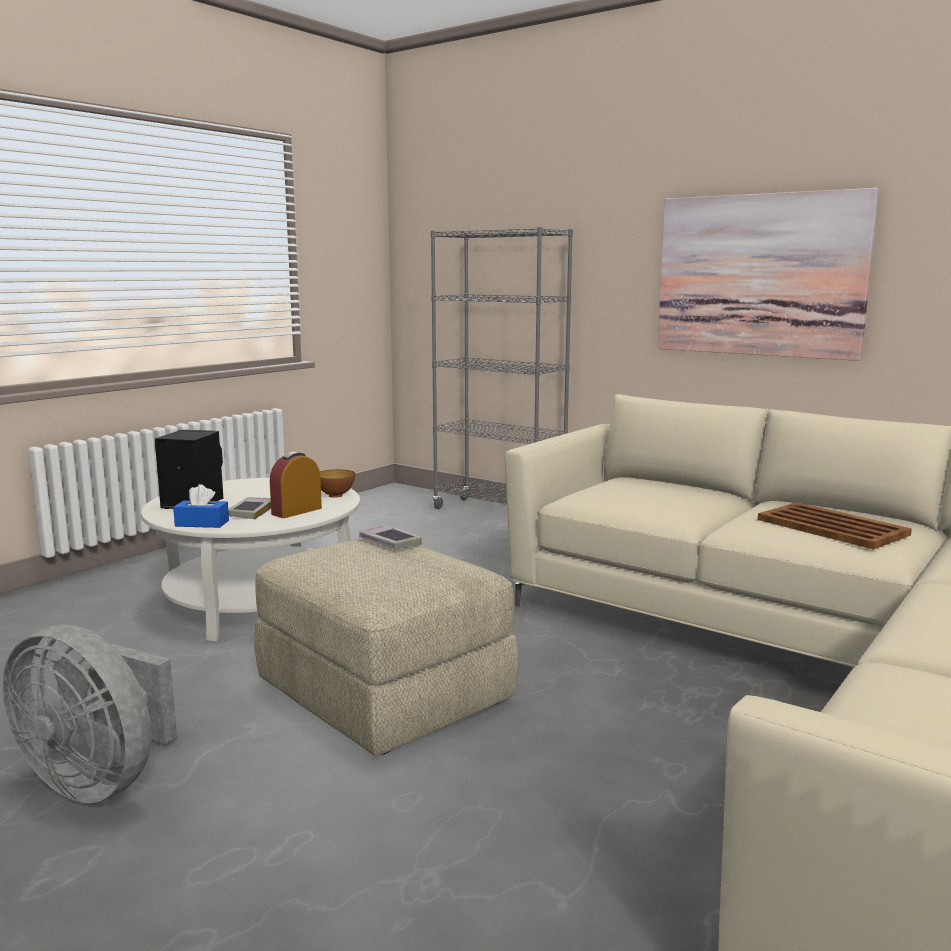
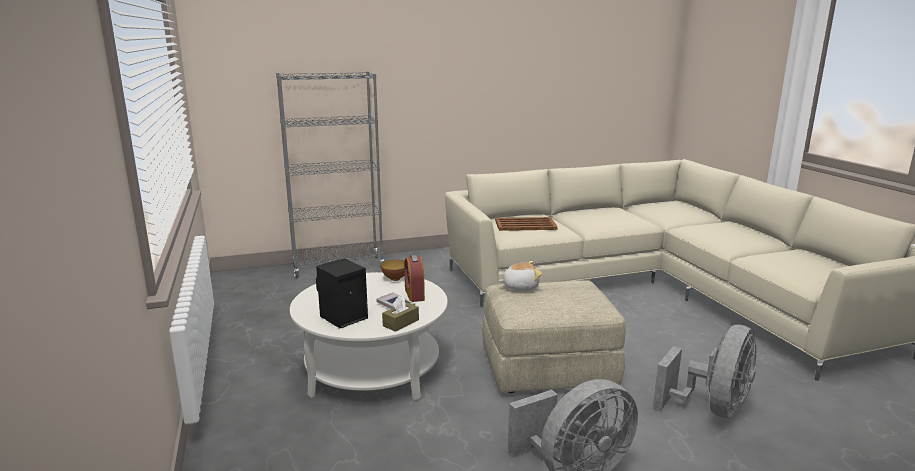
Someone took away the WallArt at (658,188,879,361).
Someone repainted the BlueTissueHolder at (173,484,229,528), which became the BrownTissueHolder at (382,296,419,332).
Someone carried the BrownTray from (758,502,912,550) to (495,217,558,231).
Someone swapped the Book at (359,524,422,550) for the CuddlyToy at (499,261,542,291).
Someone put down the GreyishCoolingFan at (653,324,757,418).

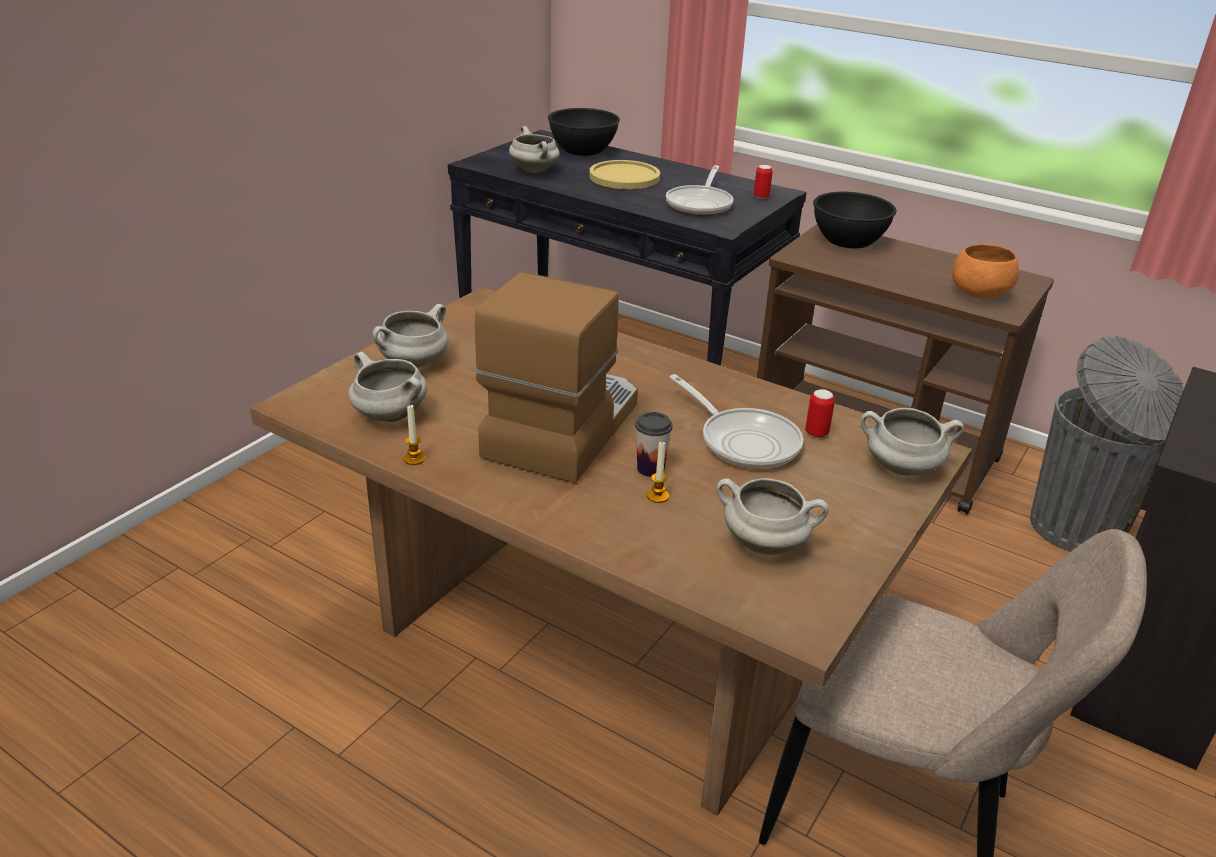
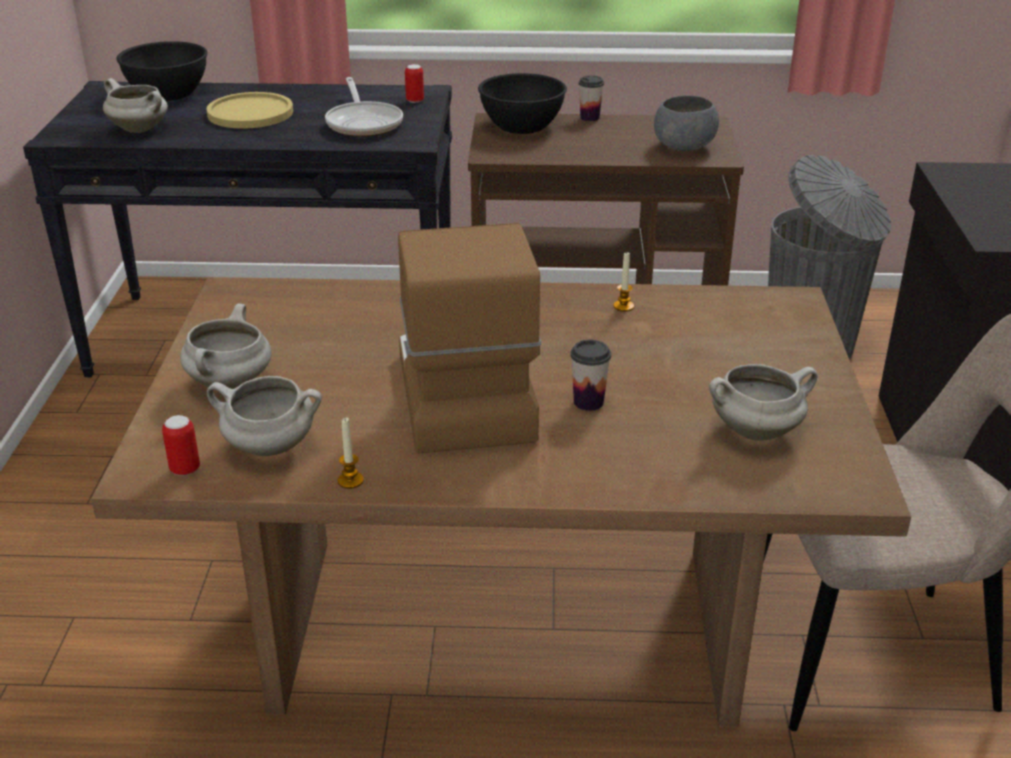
Someone repainted the OrangeyDeepDish at (952,244,1019,299), which became the GreyishDeepDish at (654,95,719,151).
Someone took away the FryingPan at (669,374,803,469).
Someone carried the MetalCan from (805,389,835,438) to (162,415,200,476).
Someone took away the WhiteColouredSaucepot at (861,408,964,476).
Someone carried the WaxLight from (647,442,669,503) to (613,252,634,312).
Someone put down the DrinkingCup at (579,75,604,121).

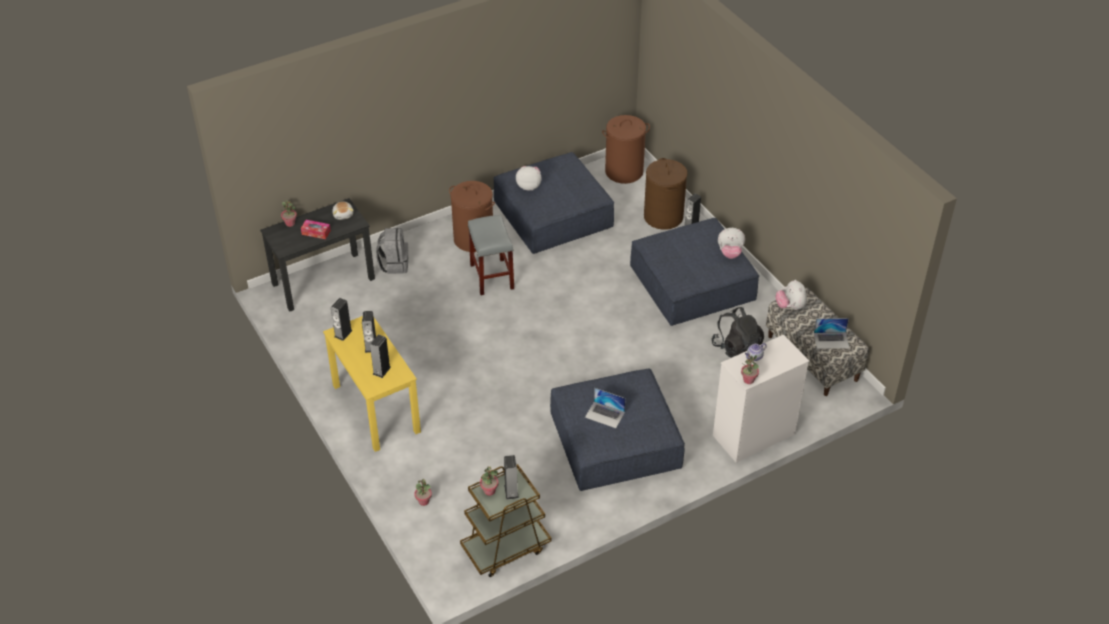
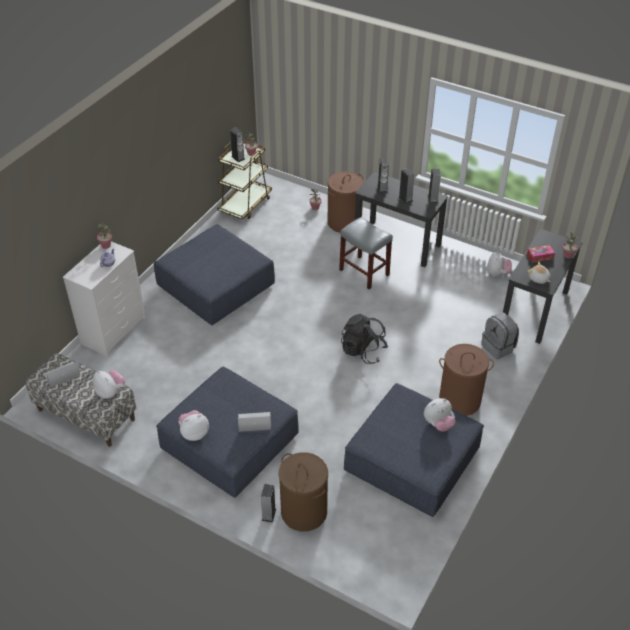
Someone carried the BrownLaundryBasket from (602,115,650,184) to (328,172,364,233).
Someone carried the GreyishStoolSeat from (468,215,514,295) to (339,217,393,289).
Someone carried the BlackishKnapsack from (712,307,764,358) to (341,314,388,364).
Someone repainted the YellowishDesk at (323,316,421,452), which became the BlackishDesk at (355,172,448,267).
Someone carried the NotebookComputer from (585,388,626,428) to (238,412,271,432).
Someone put down the CuddlyToy at (487,251,512,277).

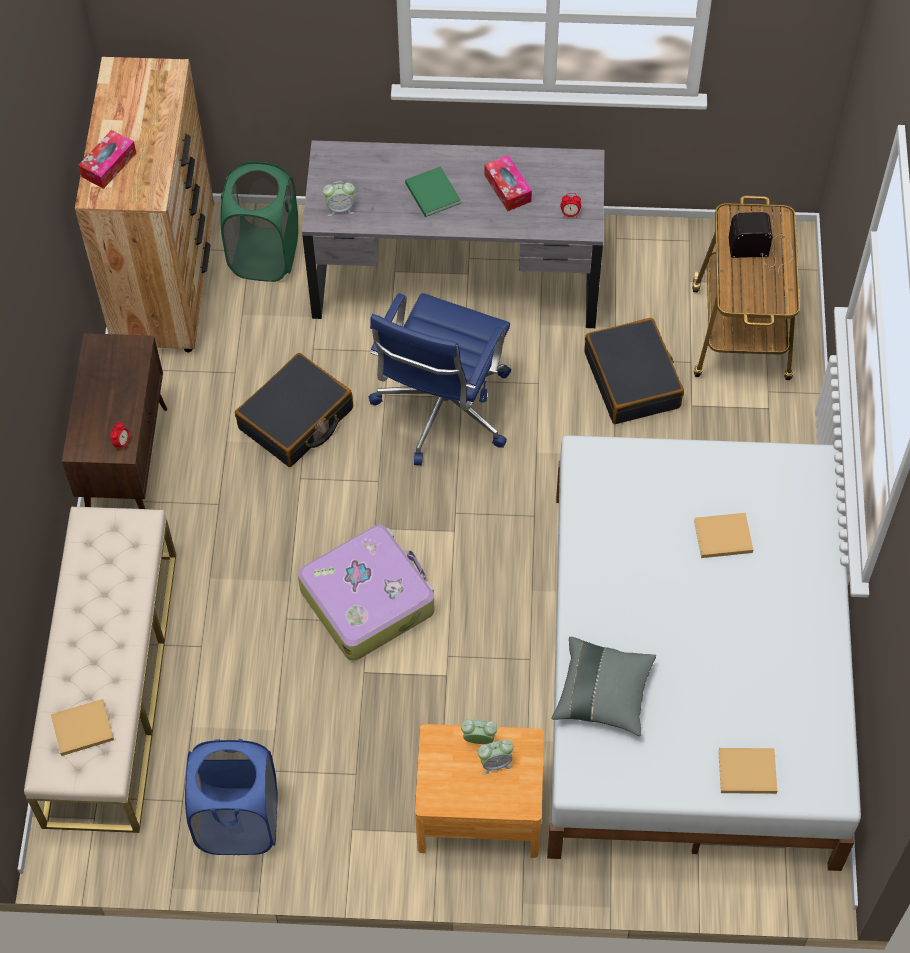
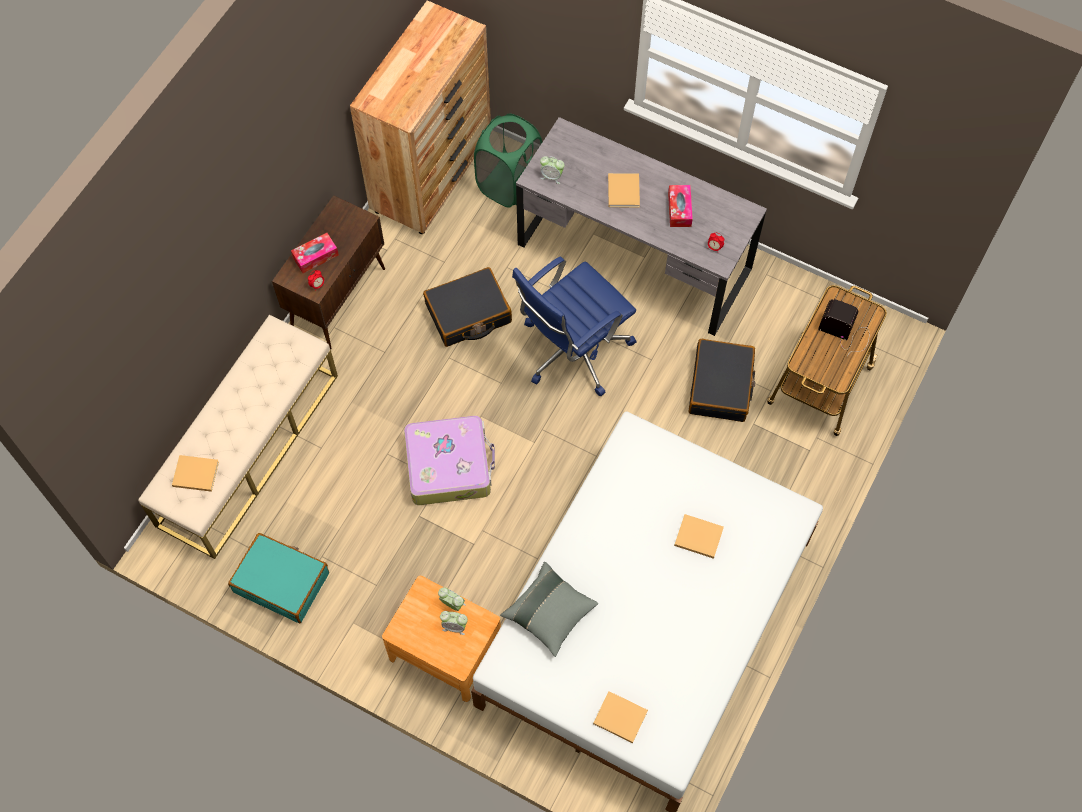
Someone carried the TissueHolder from (78,130,136,189) to (291,233,339,273).
Someone repainted the GreenBook at (405,166,461,217), which became the BeigeColouredBook at (608,173,640,207).
Someone swapped the BlueLaundryBasket at (185,739,277,855) for the TurquoiseTravelCase at (228,533,329,623).

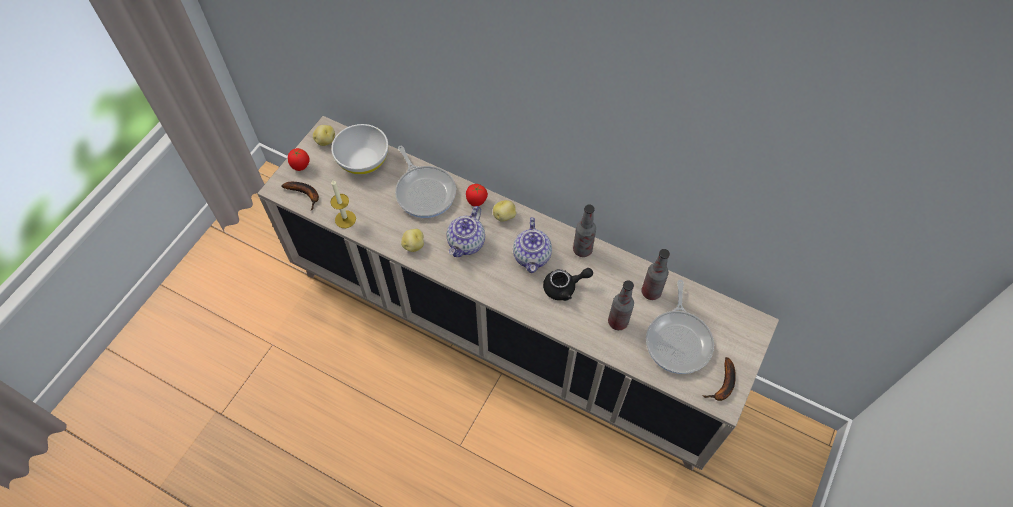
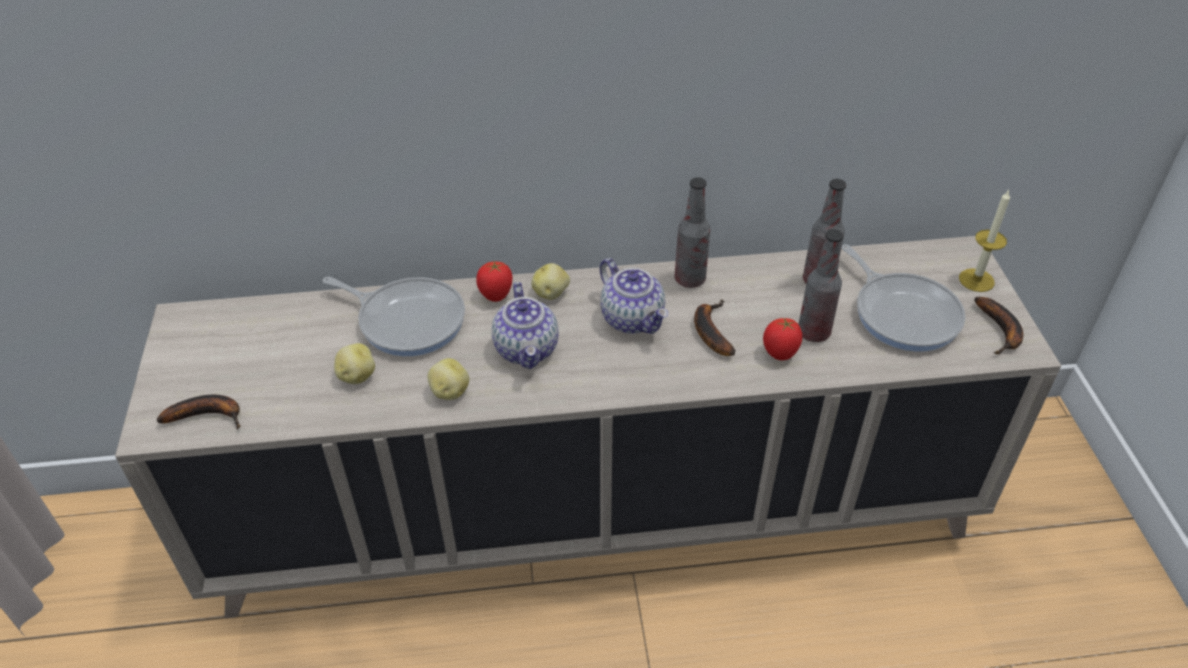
Someone took away the WhiteColouredDeepDish at (331,124,388,174).
Someone carried the Potato from (313,125,335,146) to (334,343,375,384).
Someone carried the FreshTomato from (288,148,310,171) to (763,318,802,360).
Someone carried the WaxLight from (330,179,356,228) to (959,190,1010,292).
Someone swapped the BlackishTeaPot at (543,268,593,301) for the Banana at (694,300,736,356).

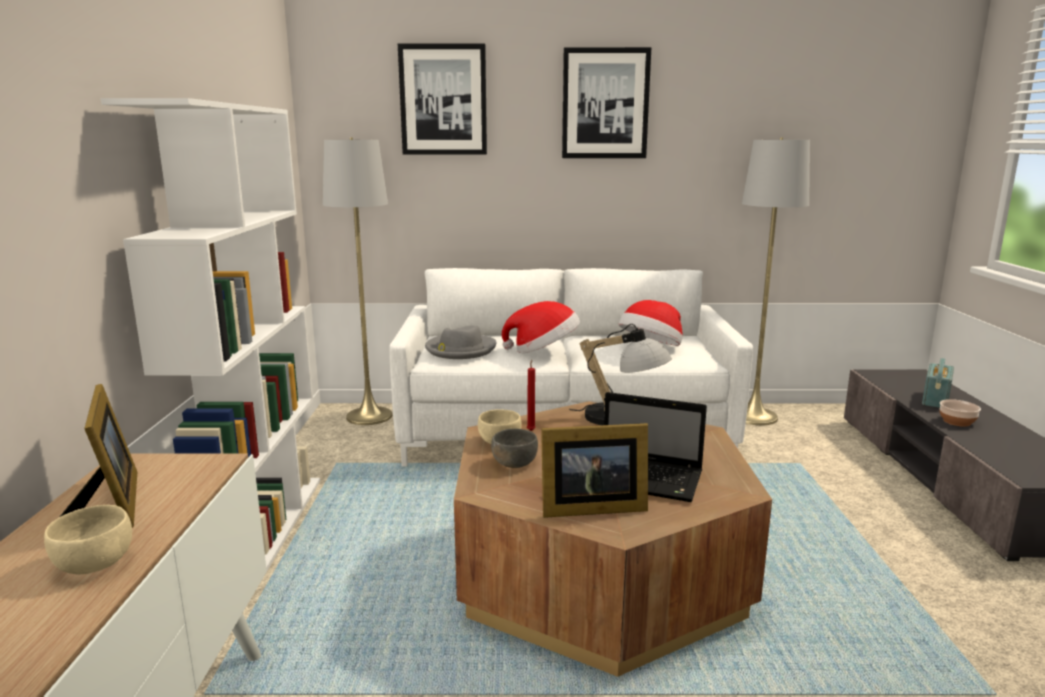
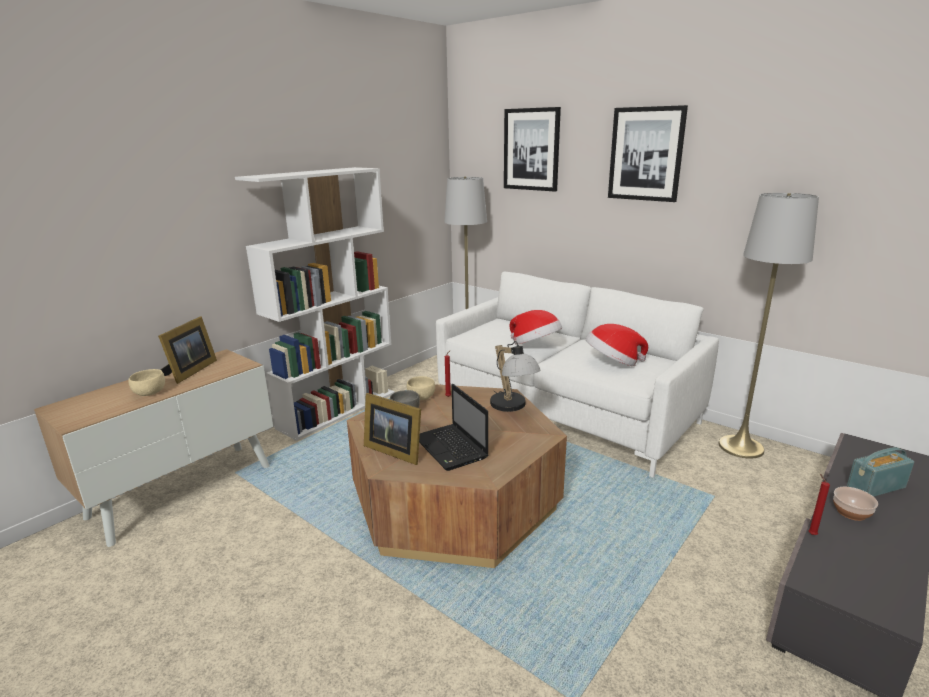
Someone took away the GreyishClothingHat at (425,325,497,359).
Someone put down the RedColouredWaxLight at (808,474,830,535).

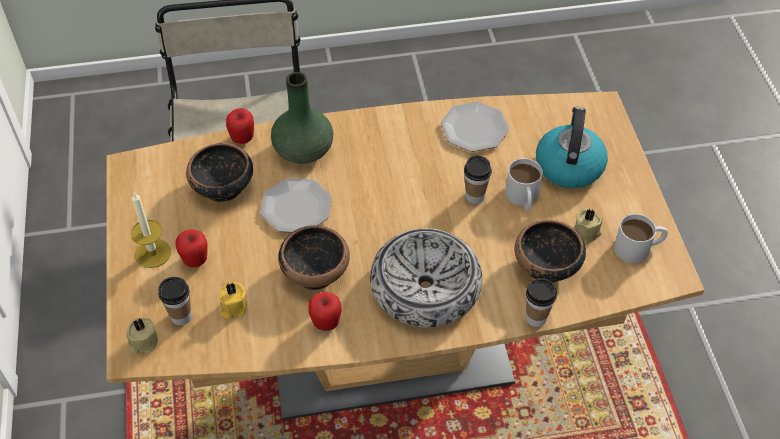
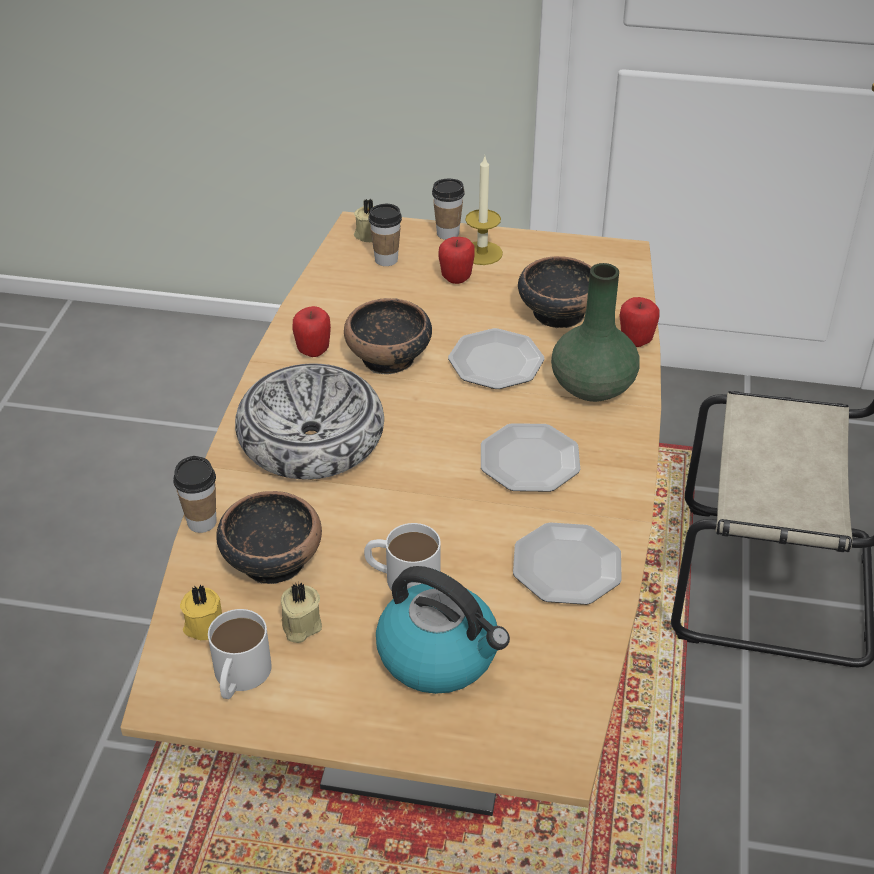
Someone carried the DrinkingCup from (464,155,492,204) to (432,179,465,240).
Someone carried the YellowishWaxLight from (219,282,247,319) to (180,584,222,640).
Someone put down the Plate at (481,423,580,492).

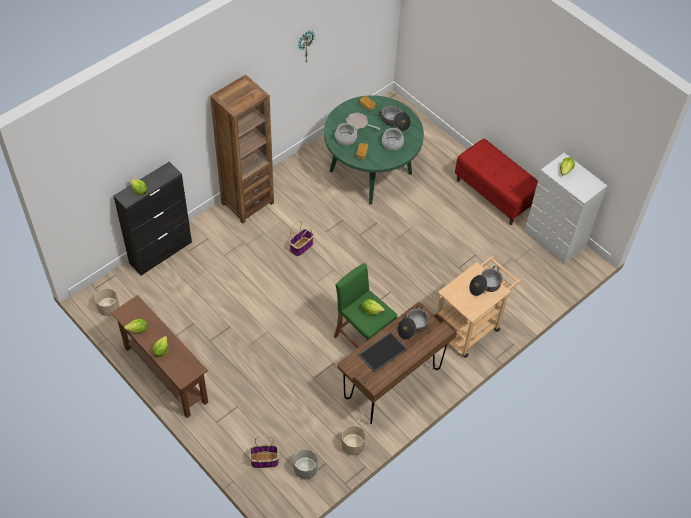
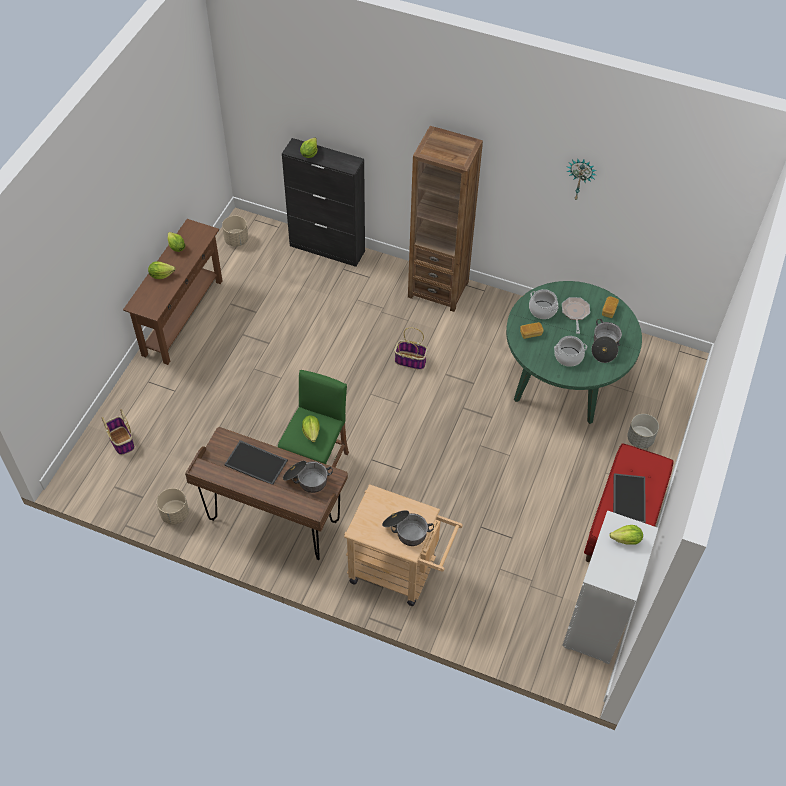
Someone carried the GreyishFlowerPot from (293,449,318,479) to (627,414,659,448).
Someone put down the Tray at (613,473,646,523).

